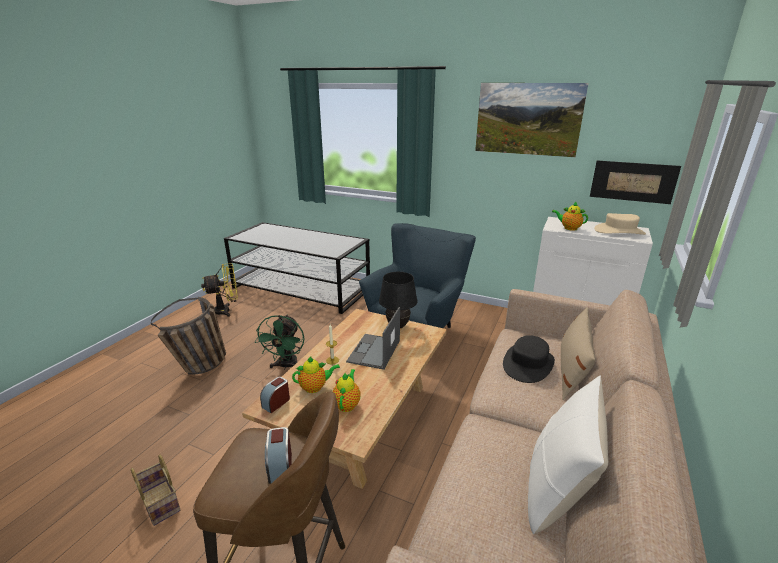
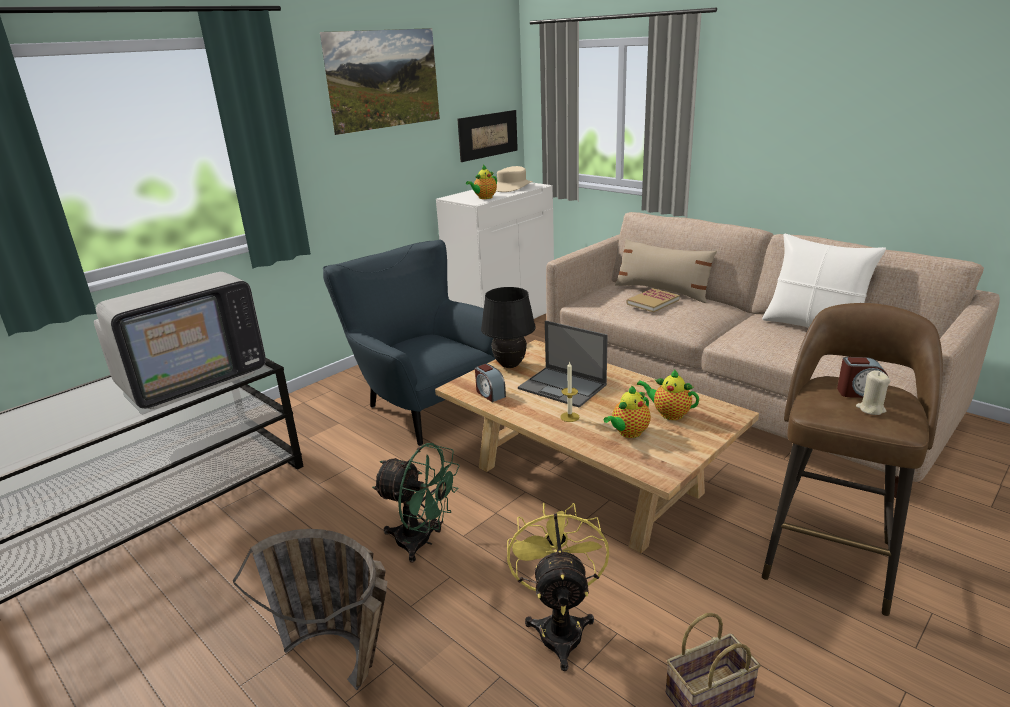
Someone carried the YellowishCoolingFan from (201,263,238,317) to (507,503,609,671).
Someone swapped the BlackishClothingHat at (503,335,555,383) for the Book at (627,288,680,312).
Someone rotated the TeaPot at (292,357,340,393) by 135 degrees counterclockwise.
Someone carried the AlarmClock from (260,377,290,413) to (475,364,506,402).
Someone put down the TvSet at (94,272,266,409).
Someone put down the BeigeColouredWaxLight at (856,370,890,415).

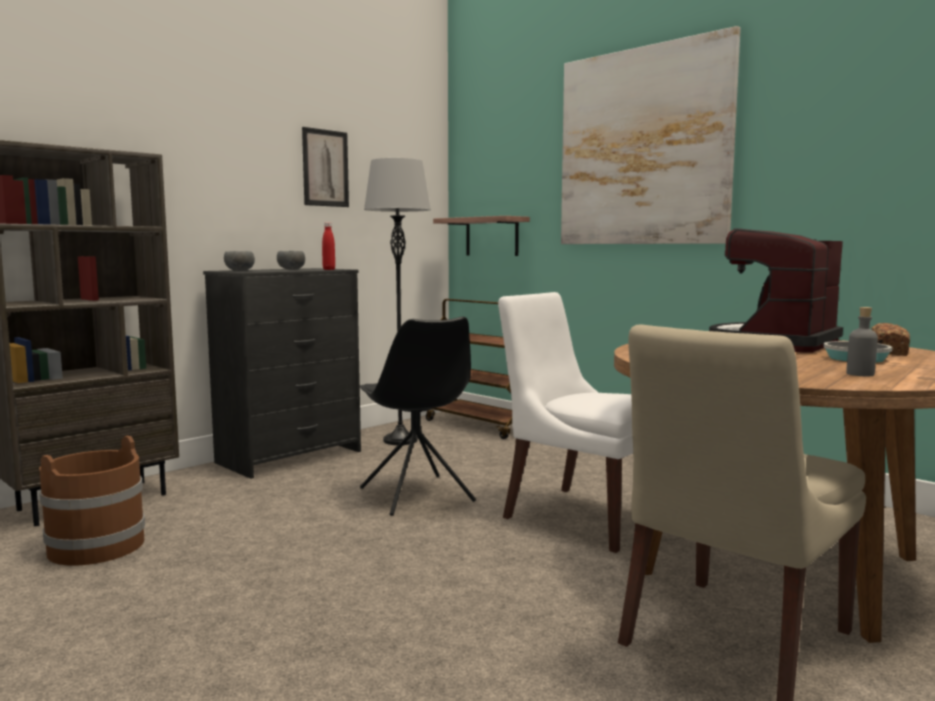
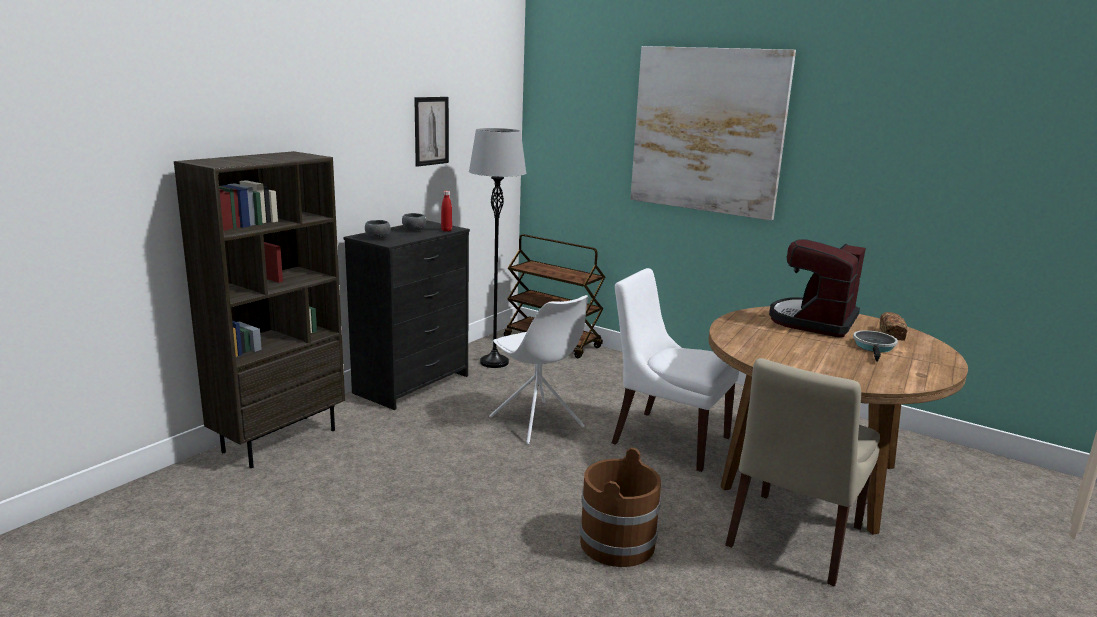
Someone took away the WallShelf at (433,216,530,256).
Someone took away the GreyishBeverageBottle at (846,307,878,376).
Someone repainted the BlackishUprightChair at (360,316,476,516), which became the WhiteColouredUprightChair at (489,295,588,445).
Someone carried the BrownBucket from (39,436,145,566) to (580,447,661,567).

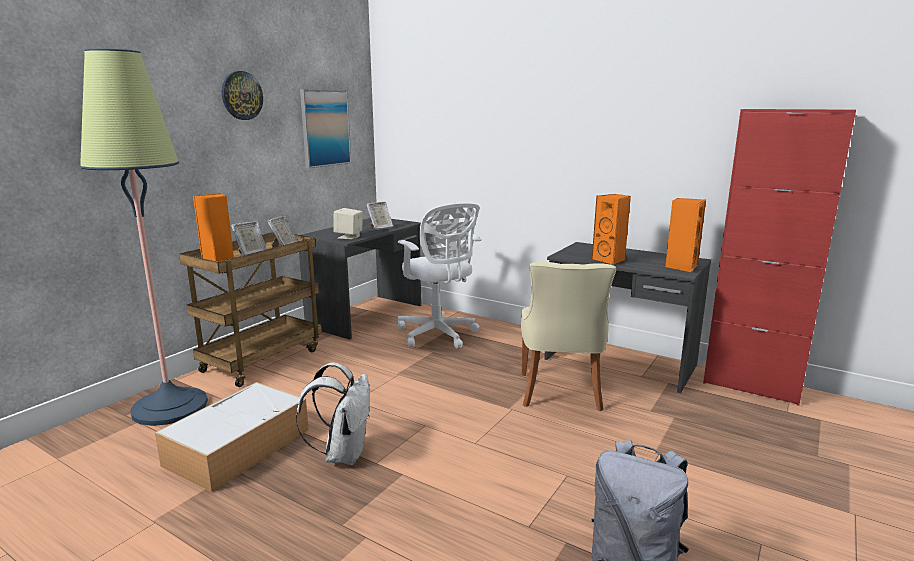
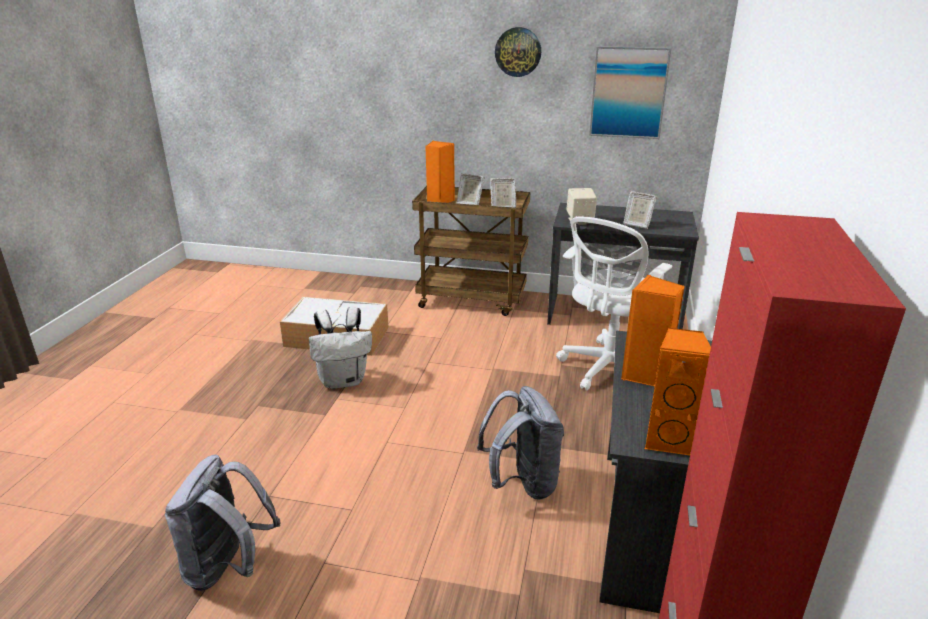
Someone took away the FloorLamp at (80,49,208,426).
Someone swapped the BeigeColouredUprightChair at (521,262,616,411) for the GreyishKnapsack at (477,386,564,500).

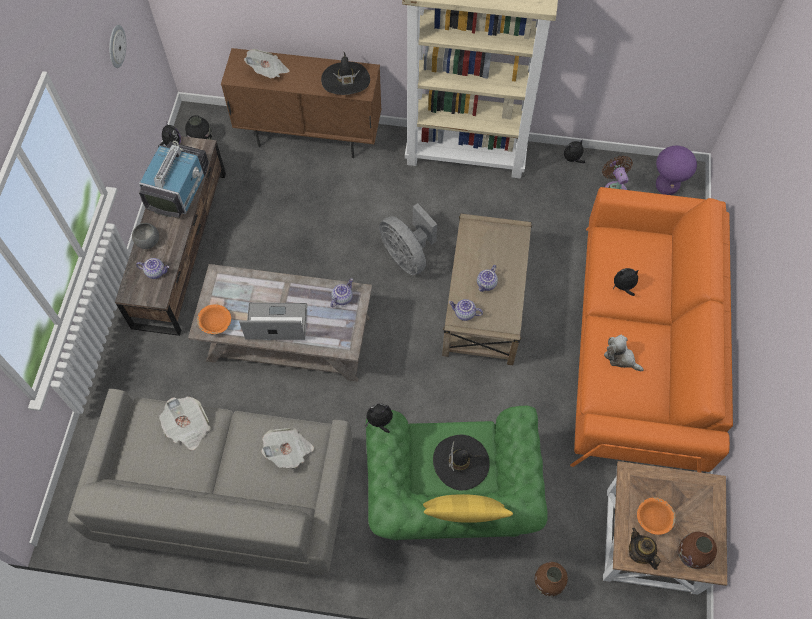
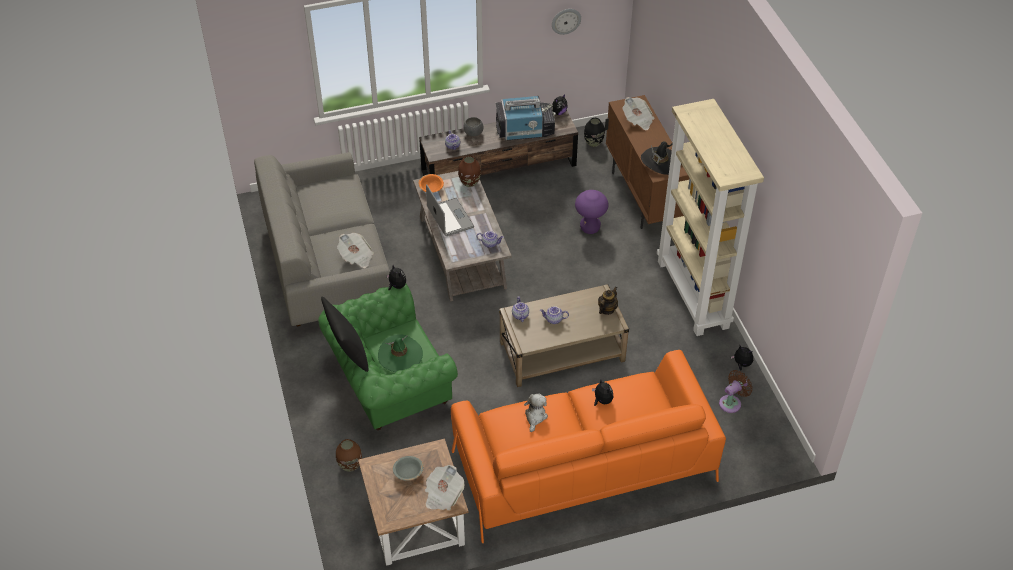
Someone carried the PurplishStoolSeat from (656,146,697,195) to (575,190,609,234).
Someone took away the GreyishCoolingFan at (379,203,437,275).
Someone carried the Newspaper from (159,397,211,450) to (425,465,465,510).
Someone repainted the BlackishClothingHat at (433,435,490,490), which became the GreenClothingHat at (378,334,423,372).
Someone repainted the YellowishPillow at (423,494,513,523), which became the BlackishPillow at (321,296,368,372).
Someone repainted the OrangeyDeepDish at (637,497,676,535), which became the GreyishDeepDish at (393,456,424,481).
Someone carried the TeaPot from (629,528,661,570) to (598,287,618,315).
Someone carried the BrownVase from (678,532,717,569) to (458,156,481,187).

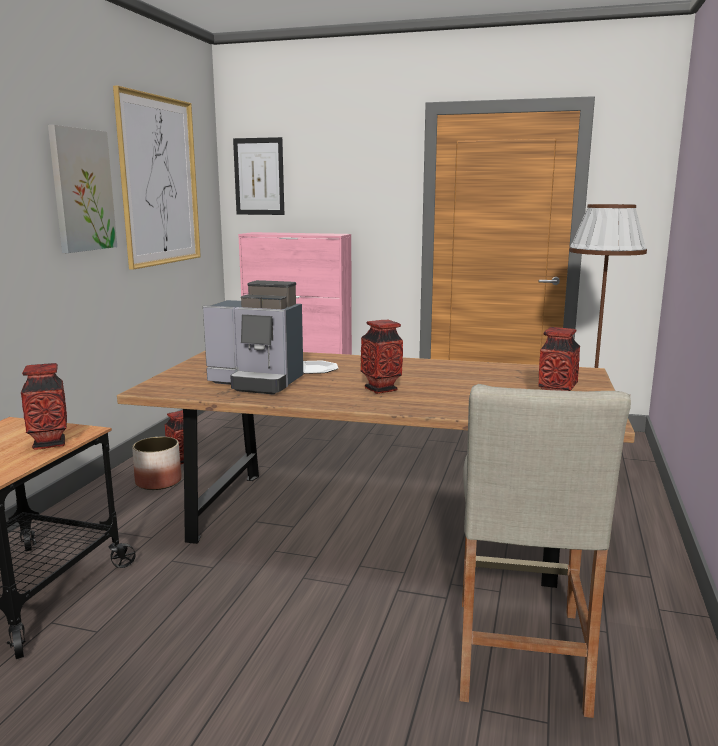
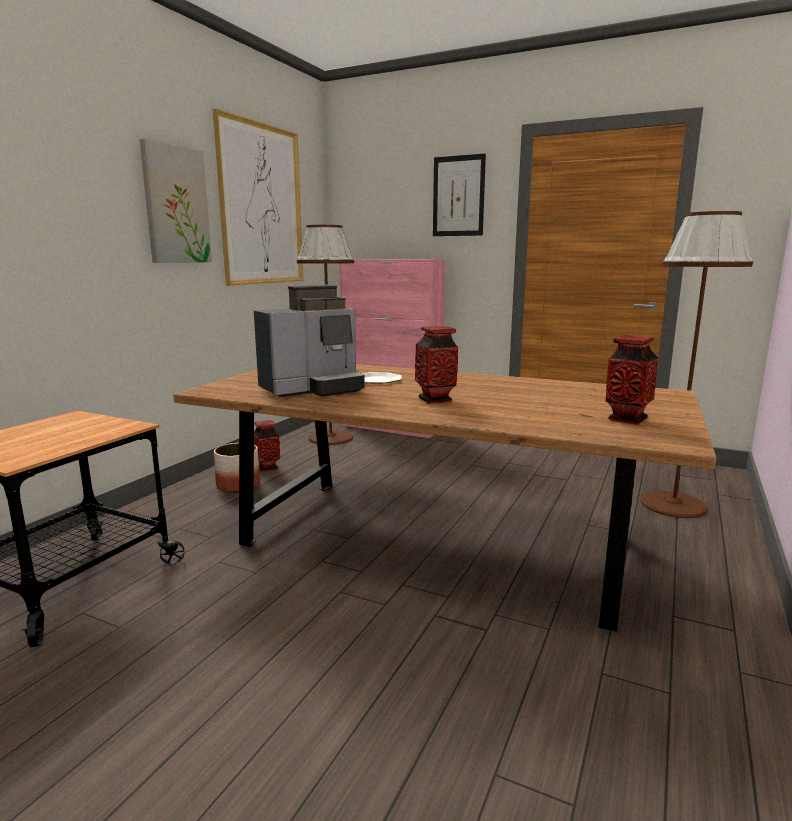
Someone carried the WallArt from (233,137,284,215) to (433,154,486,236).
Someone rotated the CoffeeMaker at (203,280,303,395) by 60 degrees counterclockwise.
Someone took away the Vase at (21,363,67,450).
Someone took away the BeigeColouredStoolSeat at (460,384,631,718).
Someone put down the BrownFloorLamp at (297,225,354,445).

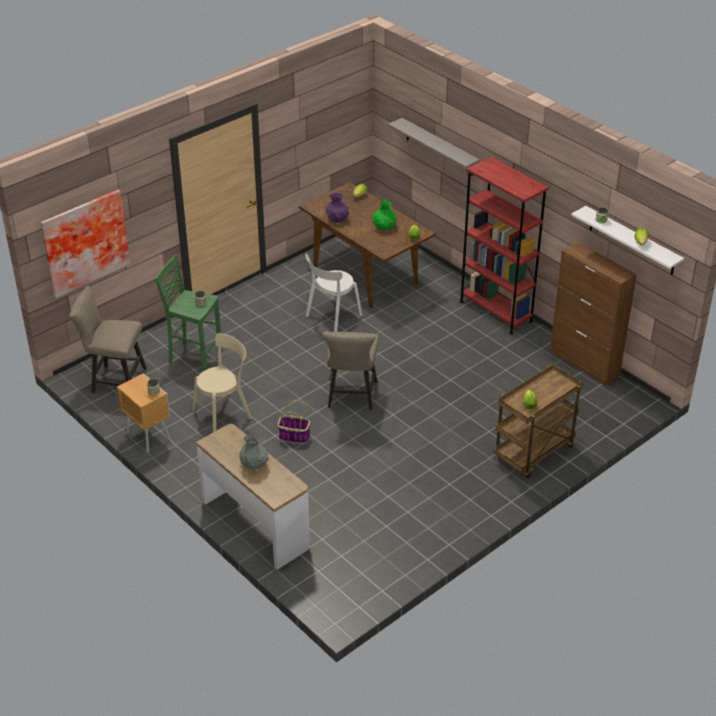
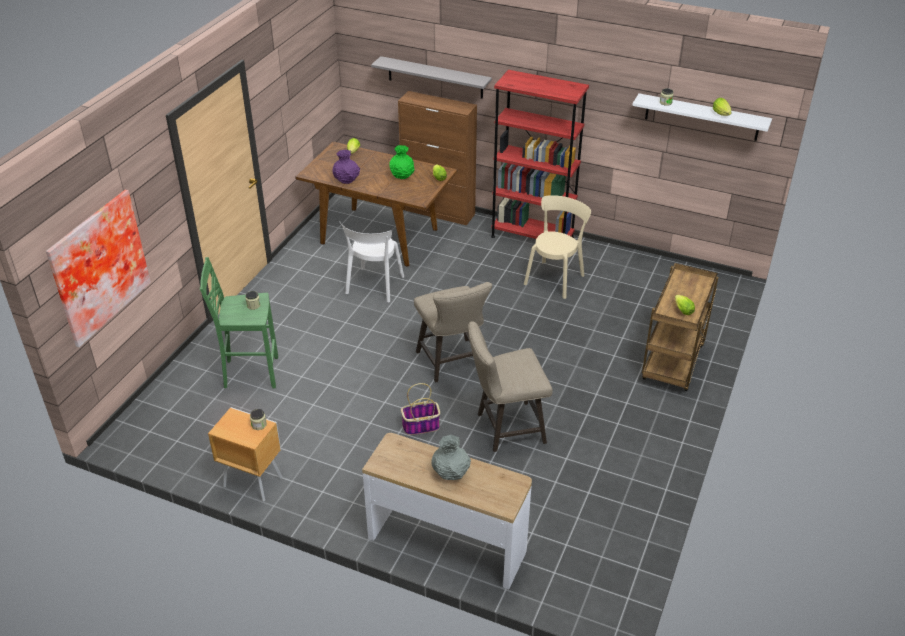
Someone carried the BrownStorageCabinet from (550,242,637,385) to (398,91,477,226).
Someone carried the BeigeColouredStoolSeat from (70,286,147,393) to (468,322,553,452).
Someone carried the BeigeColouredUprightChair from (192,333,252,432) to (524,195,591,299).

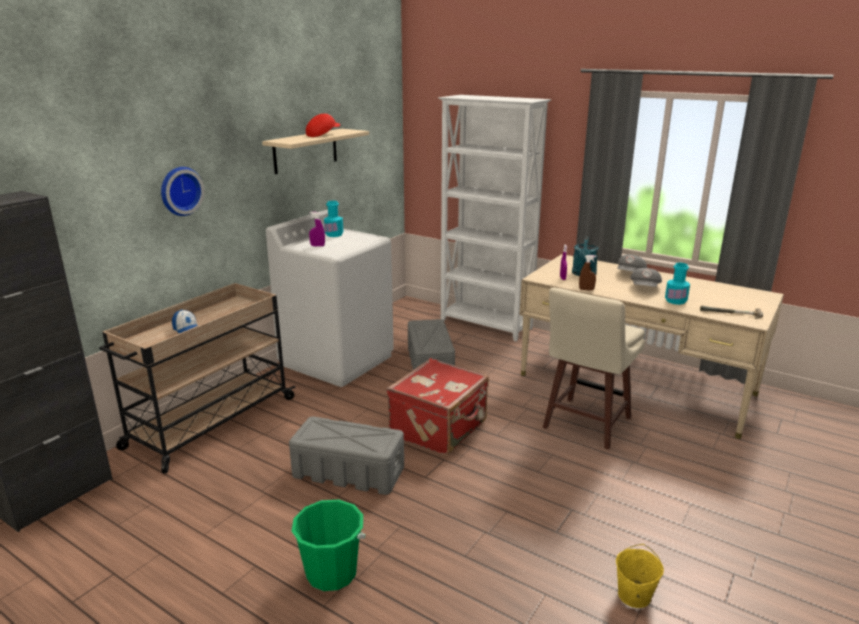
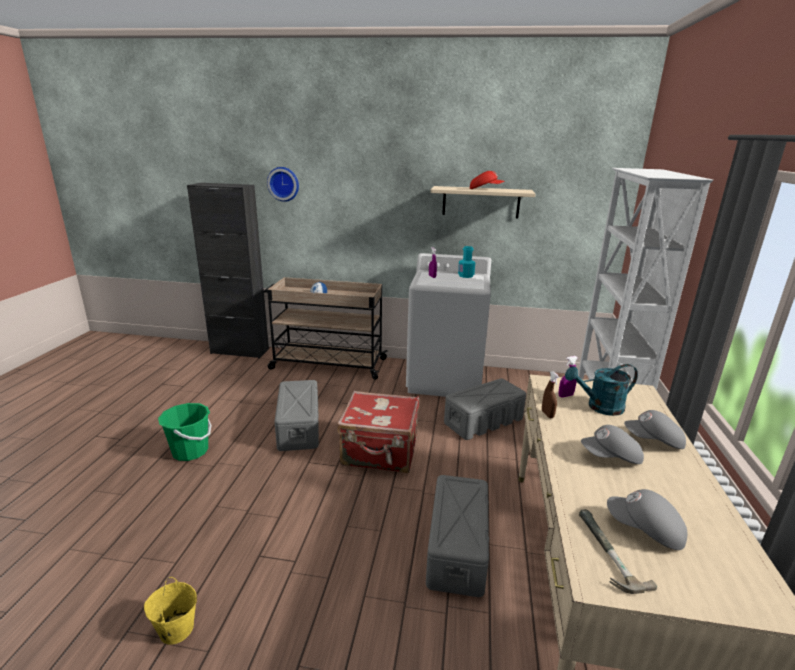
Someone carried the WallClock from (161,167,205,216) to (267,167,299,202).
Someone took away the TurquoiseBeverageBottle at (665,263,690,305).
Someone swapped the BeigeColouredStoolSeat at (543,288,645,450) for the GreyishStorageBox at (426,475,489,597).
Someone put down the GreyishBaseballCap at (607,489,687,550).

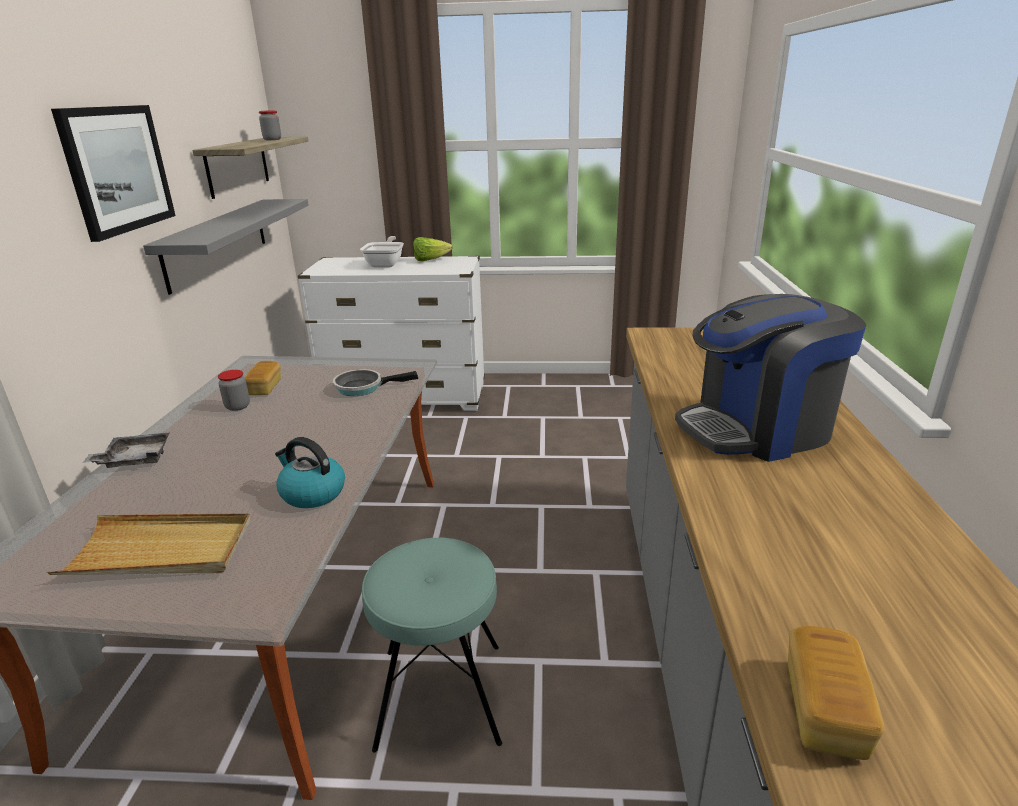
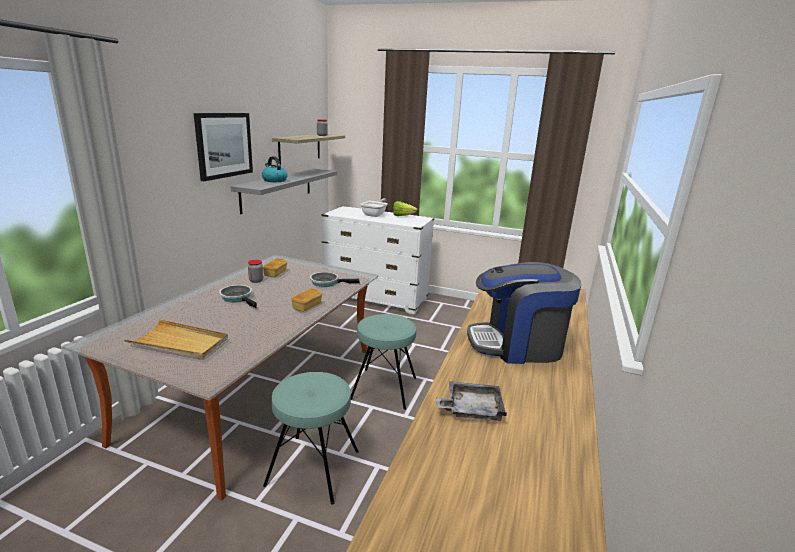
Someone carried the GreyishTray from (83,432,170,468) to (436,381,507,421).
Someone carried the TeaKettle from (275,437,345,508) to (262,156,288,182).
Someone carried the Bread from (788,626,884,760) to (292,288,322,312).
Someone put down the FryingPan at (219,285,257,308).
Someone put down the TurquoiseStoolSeat at (351,314,416,410).

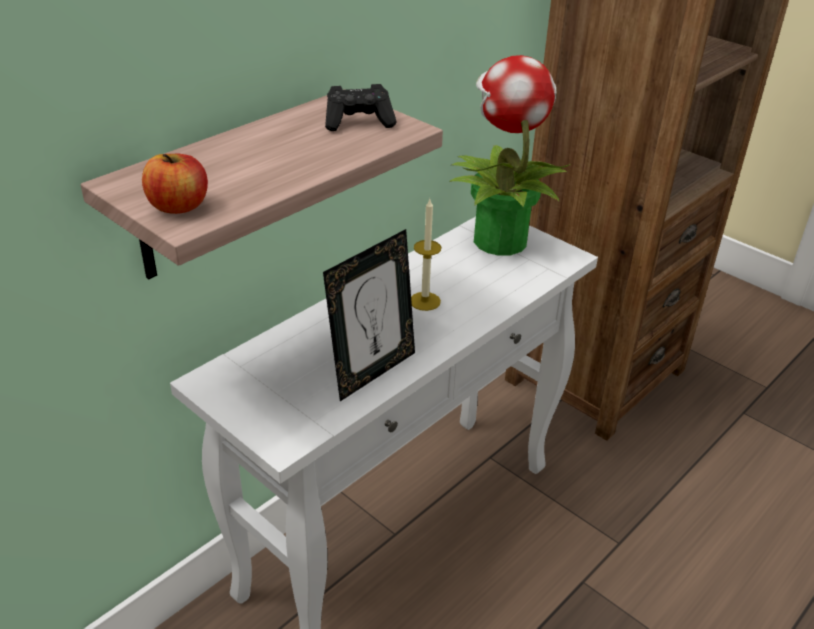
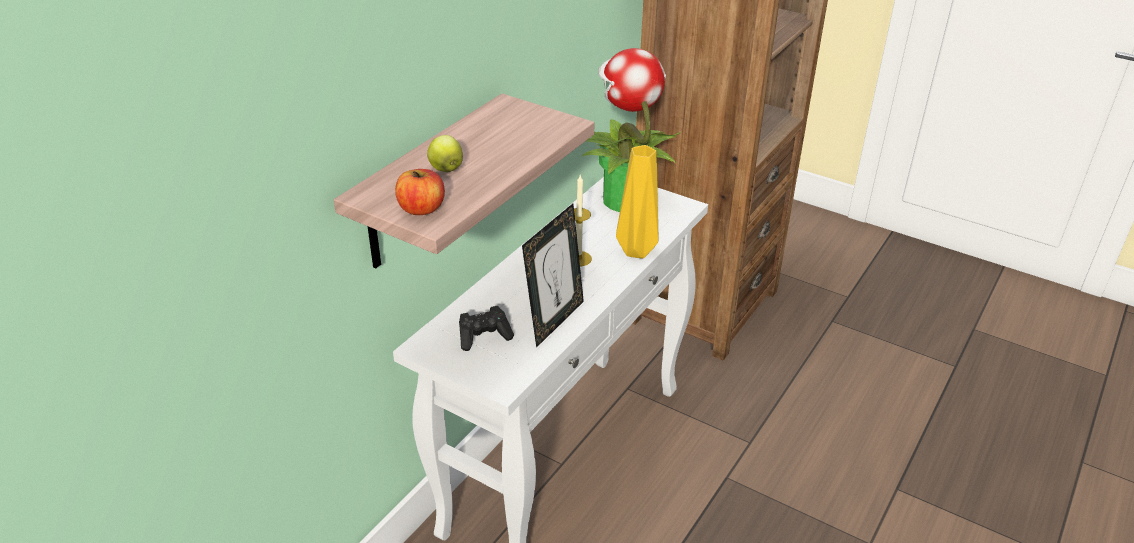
Someone carried the BlackishGamepad from (325,84,396,131) to (459,306,514,351).
Someone put down the Apple at (427,135,463,172).
Someone put down the YellowishVase at (616,145,658,258).

